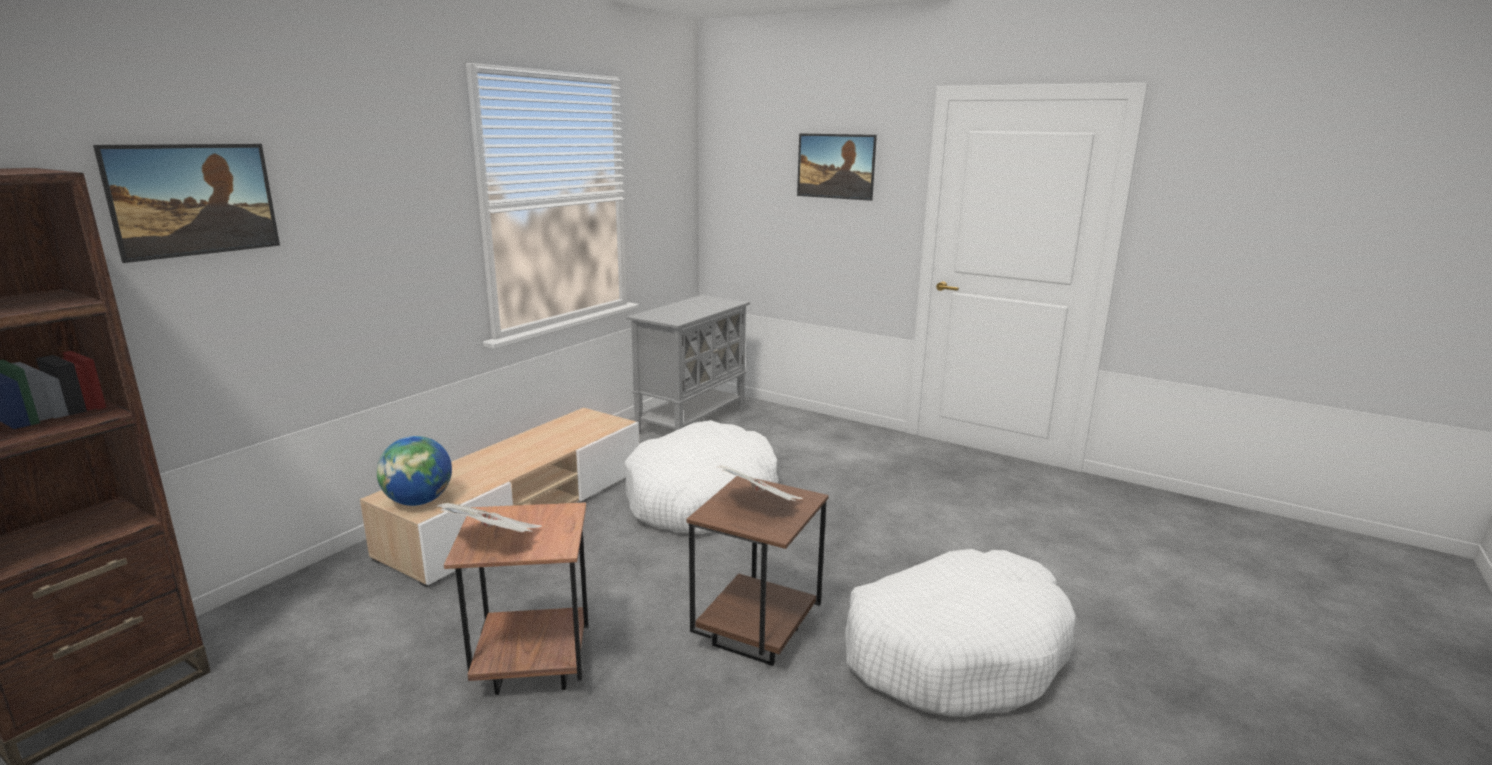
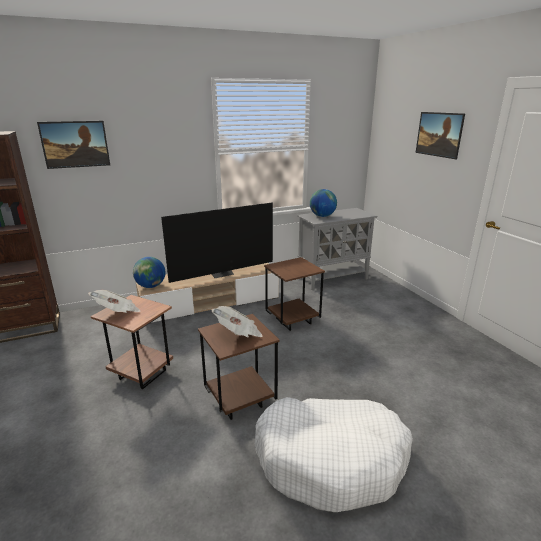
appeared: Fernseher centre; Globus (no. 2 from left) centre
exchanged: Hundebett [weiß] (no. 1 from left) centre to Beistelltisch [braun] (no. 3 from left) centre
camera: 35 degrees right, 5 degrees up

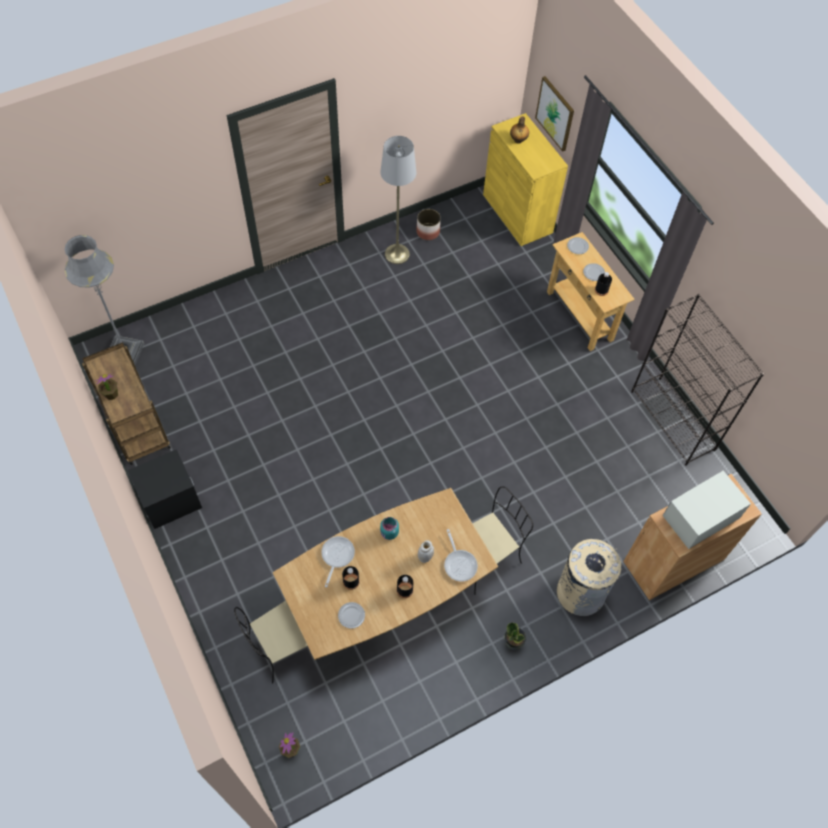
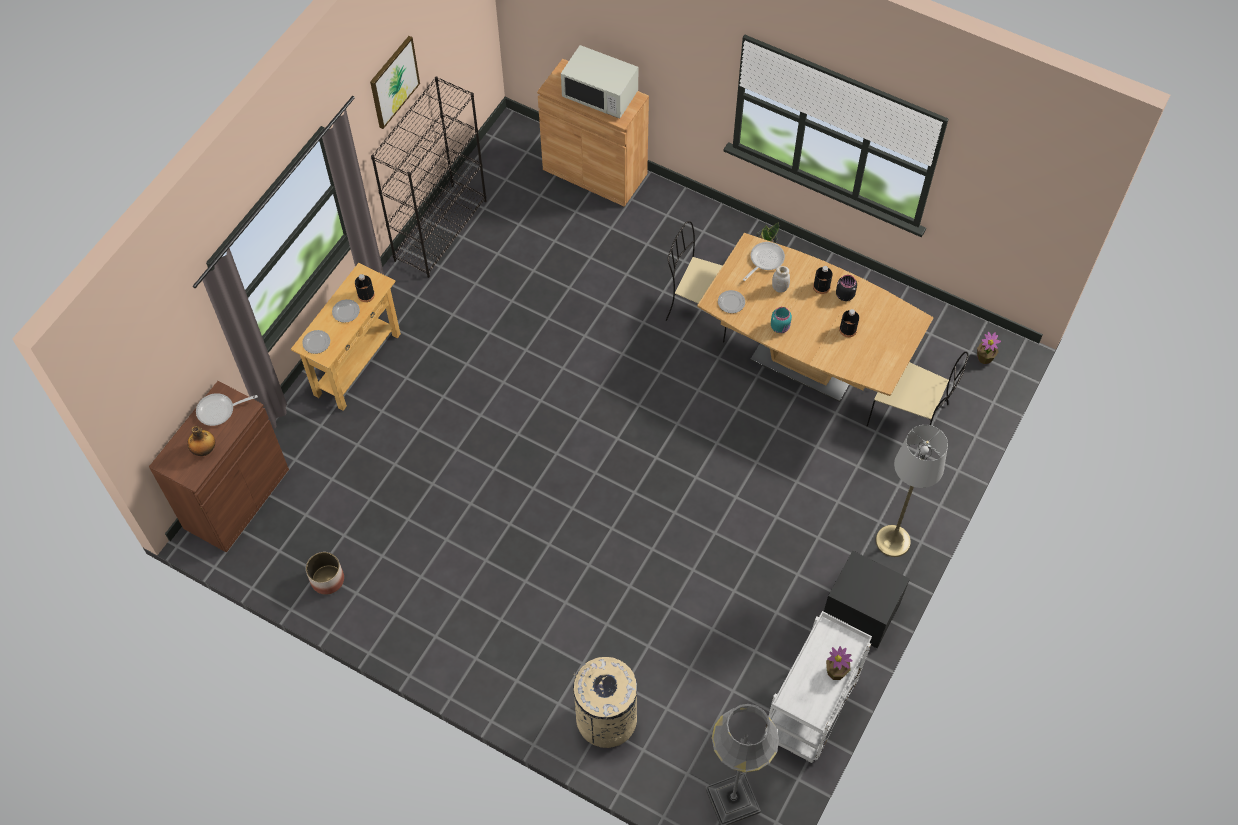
appeared: Vorratsglas [schwarz] middle right
relocated: Pfanne (no. 1 from left) bottom centre to middle left; Bild top right to top left; Mülleimer [beige] bottom right to bottom centre; Teller (no. 1 from left in the first image) bottom centre to Teller (no. 3 from left) centre; Stehlampe [grau] (no. 2 from left) top centre to middle right
colour: Schrank [gelb] top centre to Schrank [braun] (no. 1 from left) middle left; Rollwagen [braun] middle left to Rollwagen [weiß] bottom centre
camera: 120 degrees left, 0 degrees up

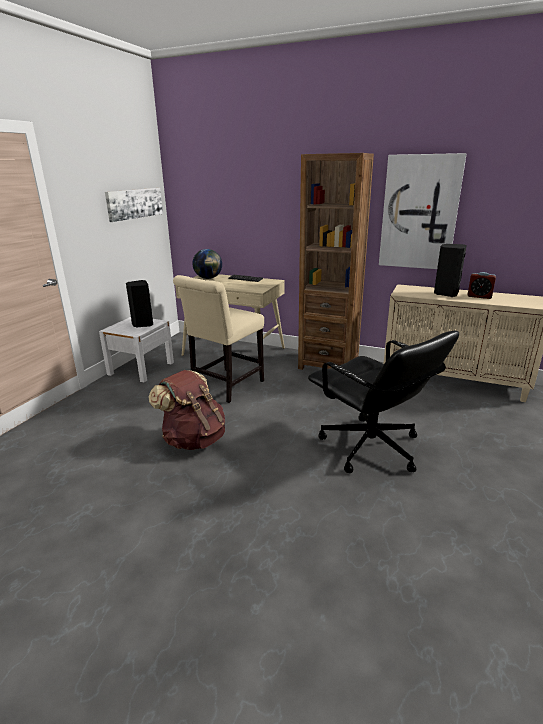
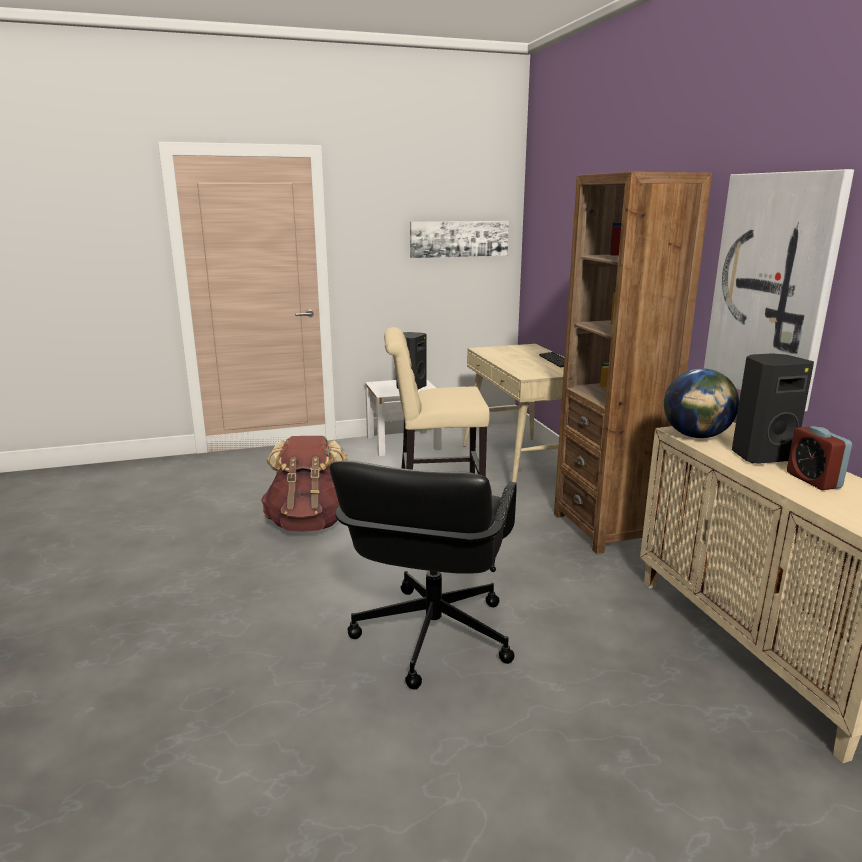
relocated: Globus centre to middle right
camera: 50 degrees right, 5 degrees down

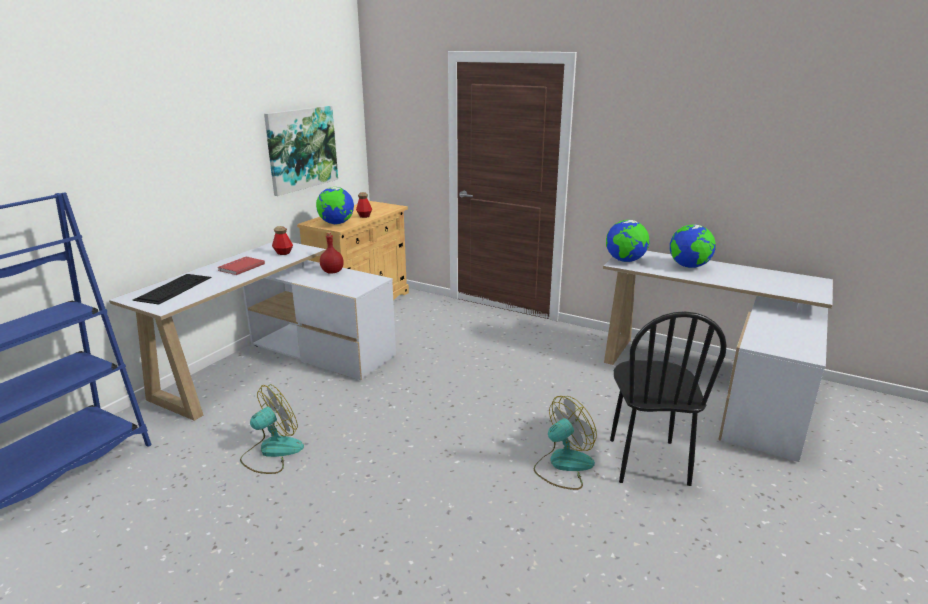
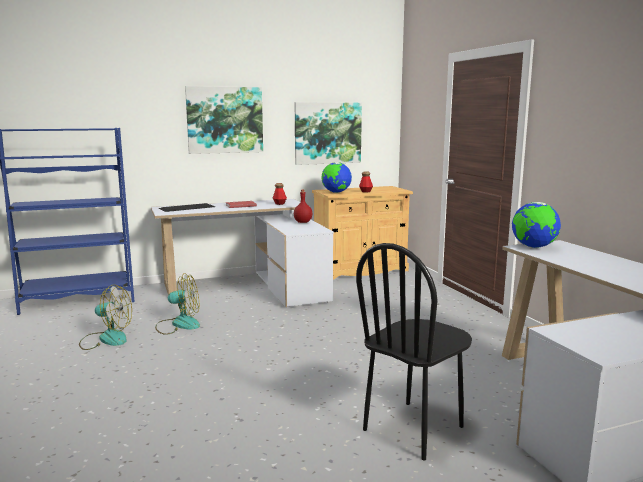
missing: Globus (no. 3 from left) middle right
appeared: Bild (no. 1 from left) top centre
relocated: Ventilator (no. 2 from left in the first image) bottom centre to Ventilator (no. 1 from left) middle left
camera: 40 degrees right, 10 degrees down

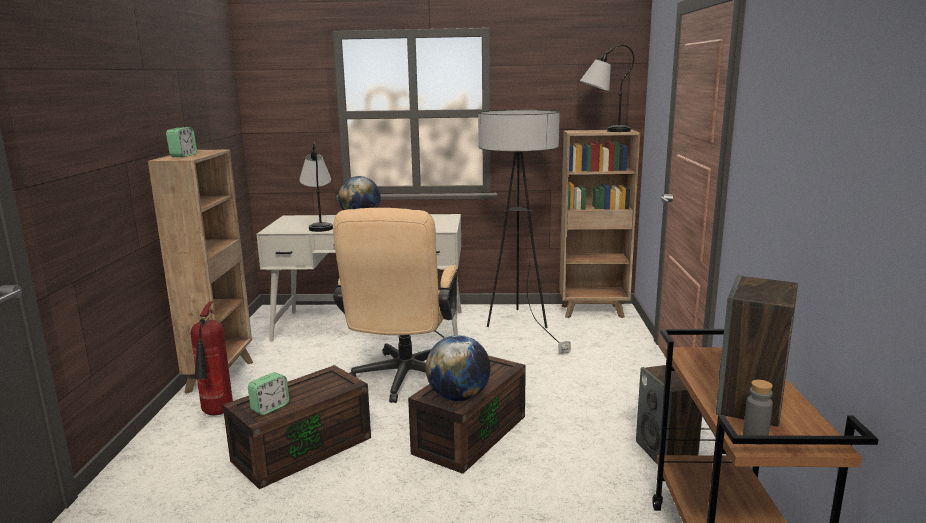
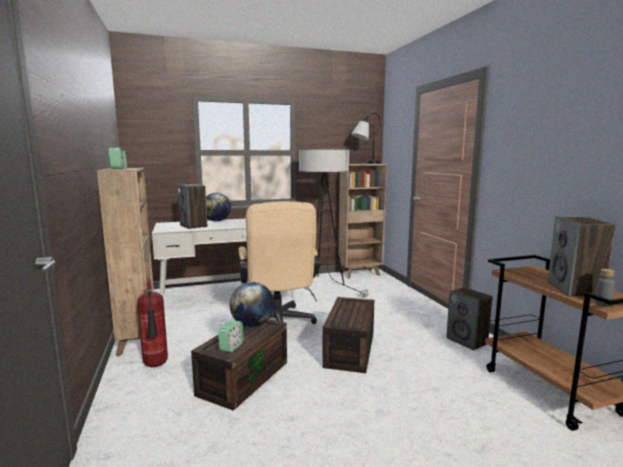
relocated: Globus (no. 2 from left) bottom centre to centre
exchanged: Tischlampe (no. 1 from left) centre to Lautsprecher (no. 1 from left) middle left
camera: 20 degrees left, 5 degrees down

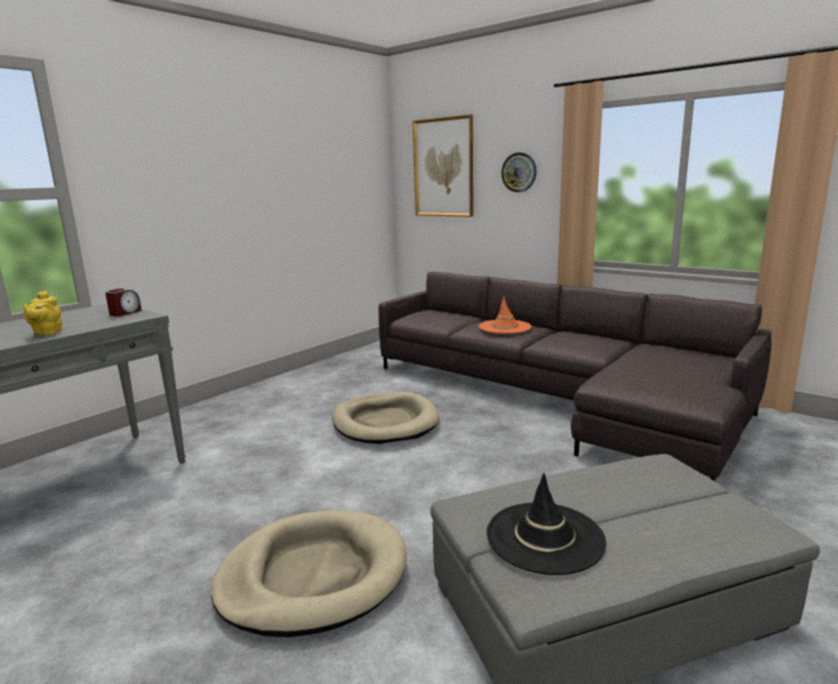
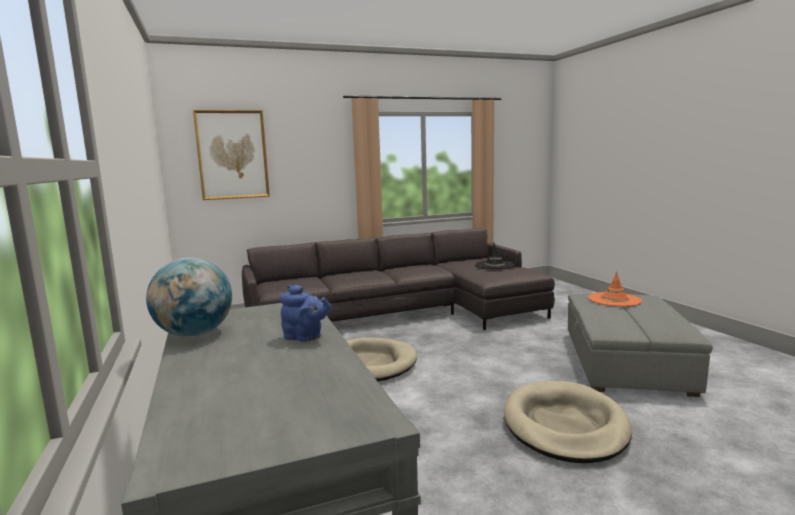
missing: Wecker middle left; Wanduhr top centre
appeared: Globus middle left
relocated: Hut [schwarz] bottom centre to centre; Hut [orange] centre to middle right
colour: Teekanne [gelb] middle left to Teekanne [blau] centre
camera: 60 degrees left, 5 degrees down

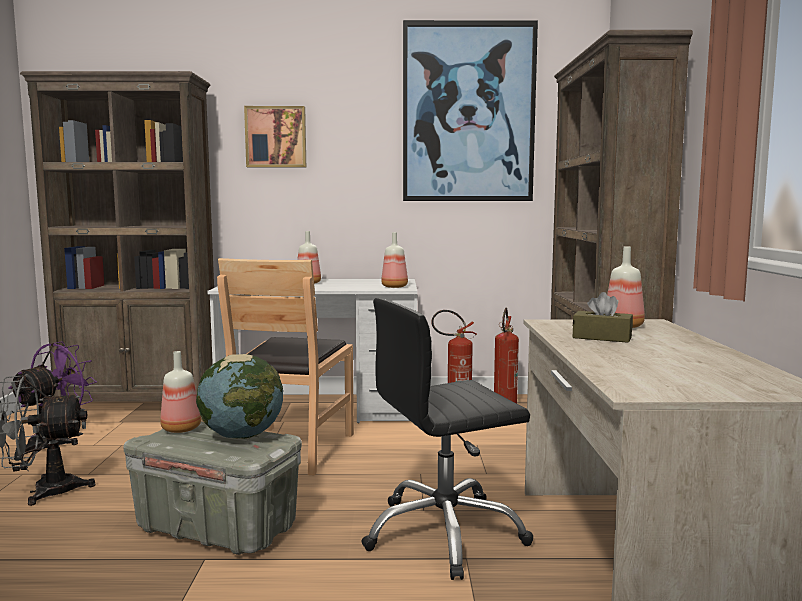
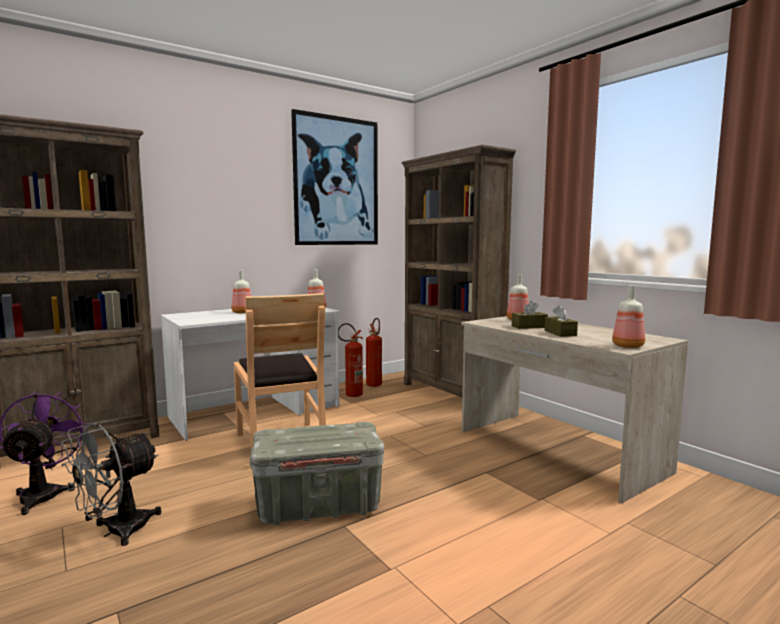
missing: Globus middle left; Bild (no. 1 from left) top centre; Bürostuhl [schwarz] bottom centre
appeared: Taschentuchbox [braun] (no. 2 from left) middle right
relocated: Flasche (no. 1 from left in the first image) middle left to Flasche (no. 4 from left) middle right
camera: 35 degrees left, 0 degrees up

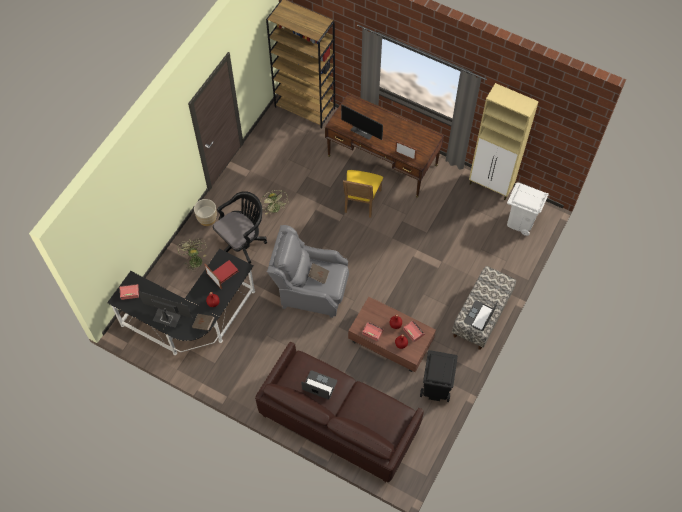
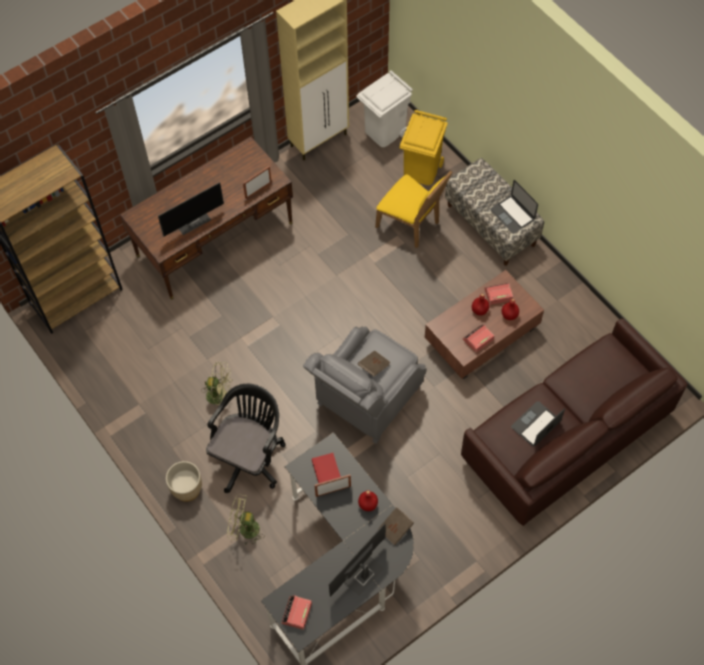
missing: Mülleimer [schwarz] bottom centre
appeared: Mülleimer [gelb] top centre
relocated: Stuhl [gelb] centre to top centre
spun: Bürostuhl [schwarz] centre = centre 45 degrees clockwise
camera: 65 degrees left, 0 degrees up

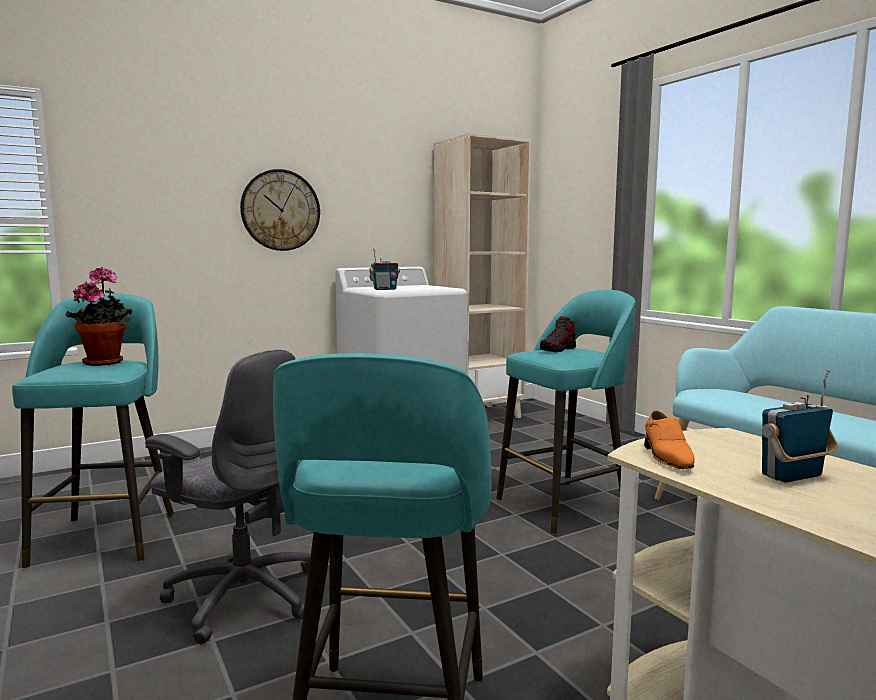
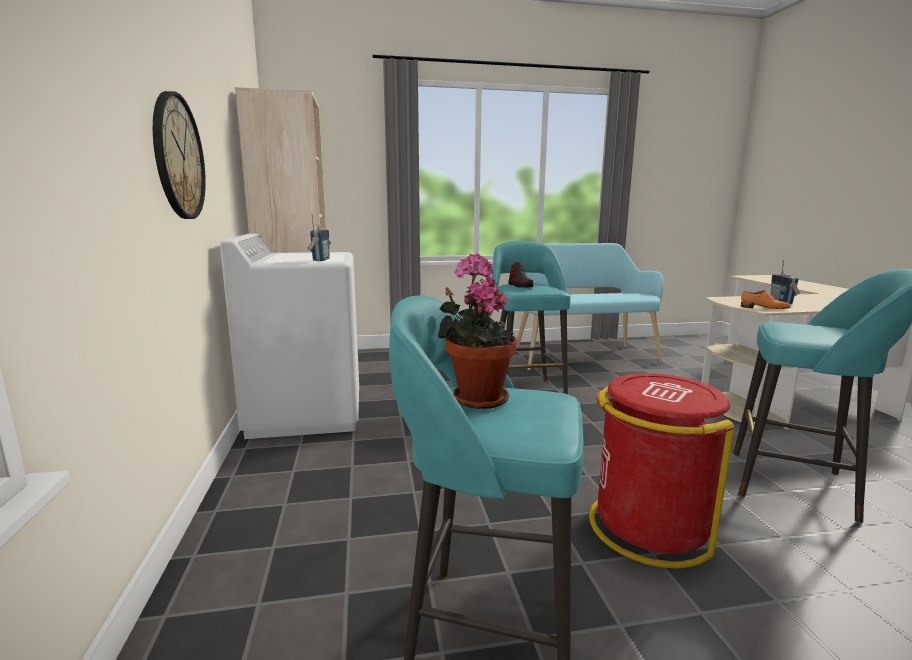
exchanged: Bürostuhl [grau] bottom left to Mülleimer [rot] bottom right
camera: 70 degrees left, 5 degrees up

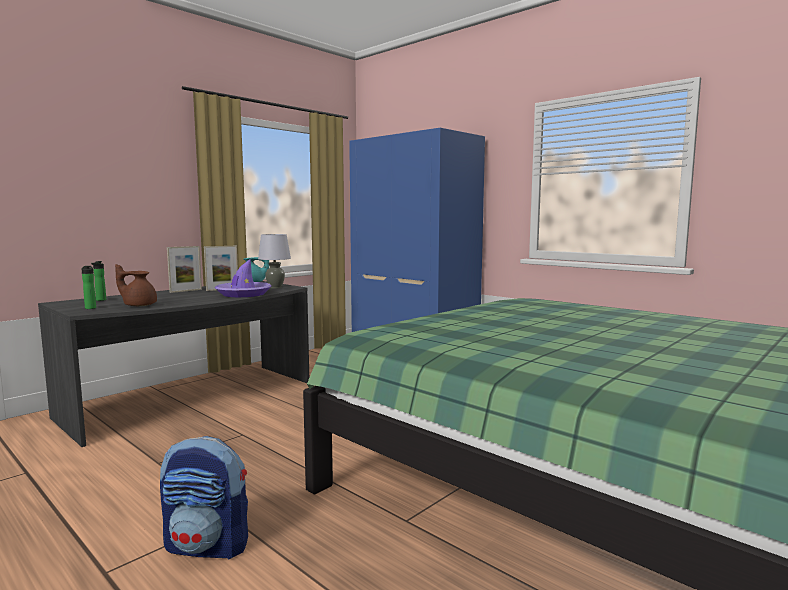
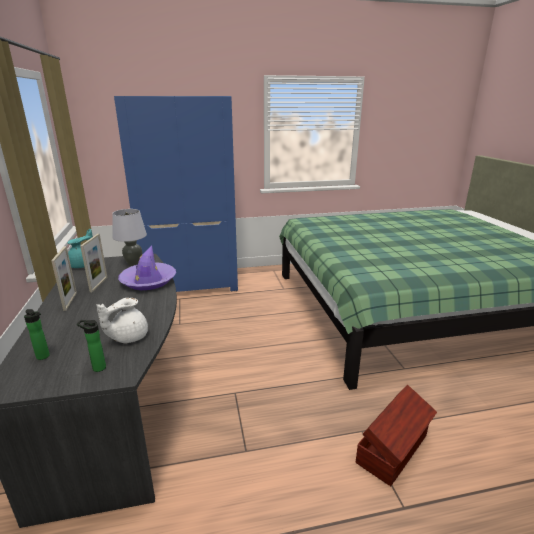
exchanged: Rucksack bottom left to Aufbewahrungsbox [braun] bottom right
colour: Teekanne [braun] middle left to Teekanne [weiß] middle left
camera: 55 degrees left, 15 degrees up

